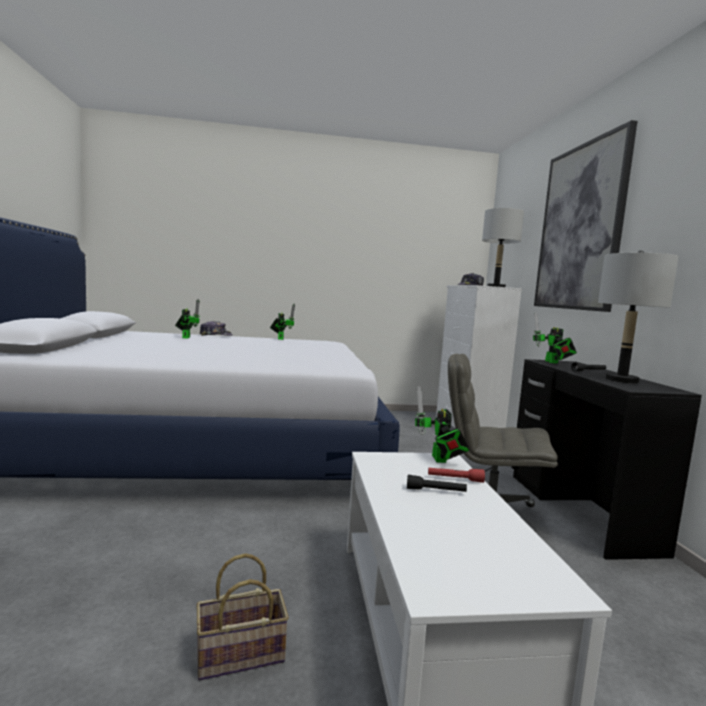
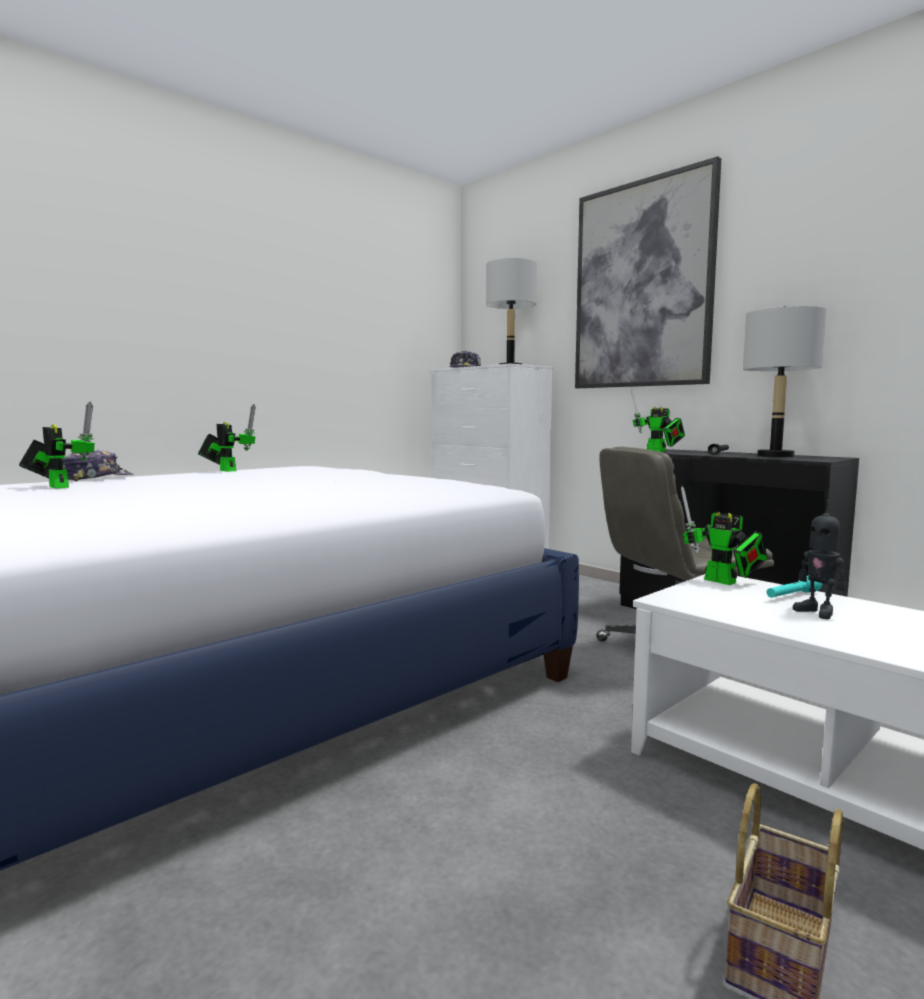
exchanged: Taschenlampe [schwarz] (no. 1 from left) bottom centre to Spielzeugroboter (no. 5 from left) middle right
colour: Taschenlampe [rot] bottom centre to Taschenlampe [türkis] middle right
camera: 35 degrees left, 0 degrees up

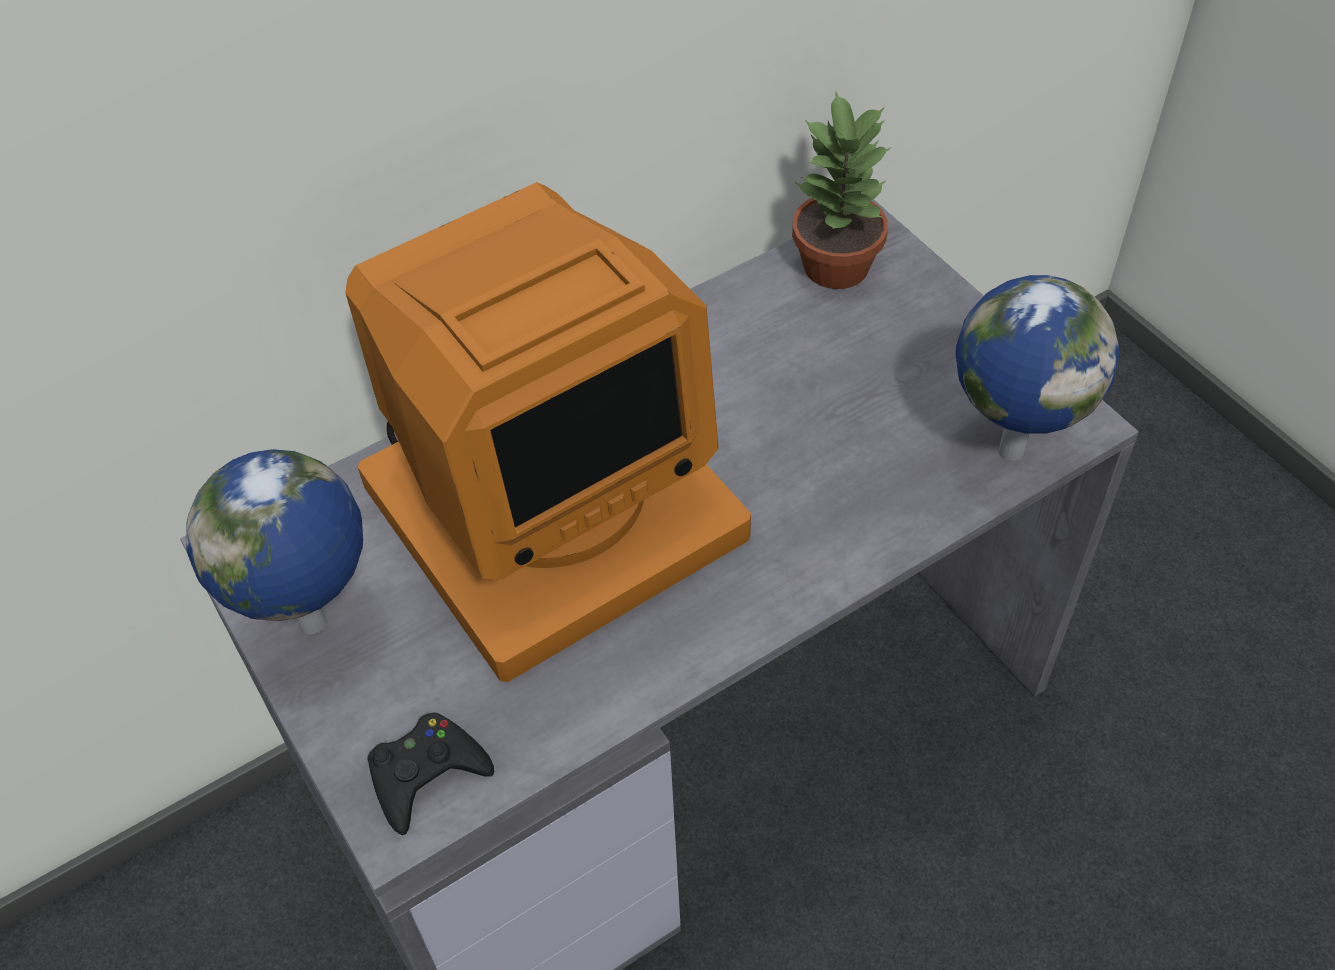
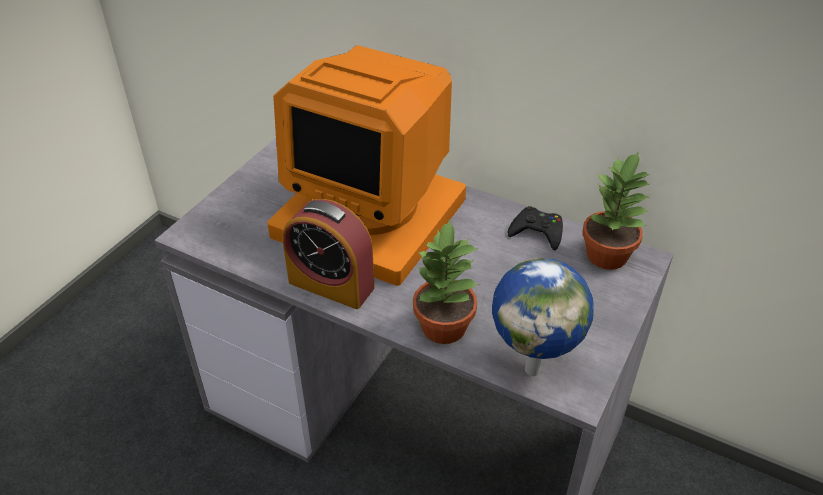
missing: Globus (no. 1 from left) middle left
appeared: Wecker centre; Topfpflanze (no. 1 from left) centre
relocated: Gamepad [schwarz] bottom left to centre
camera: 60 degrees right, 10 degrees down

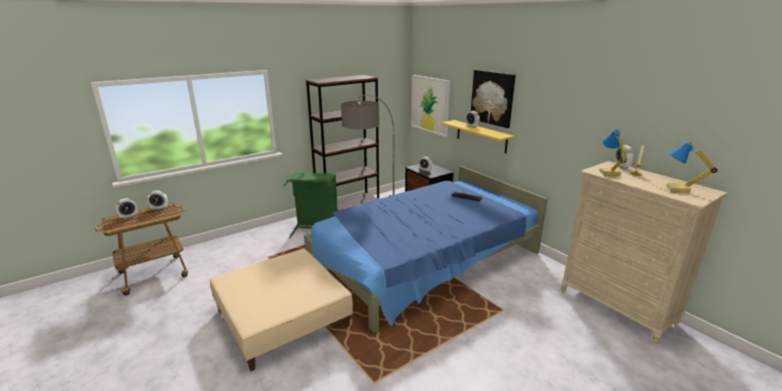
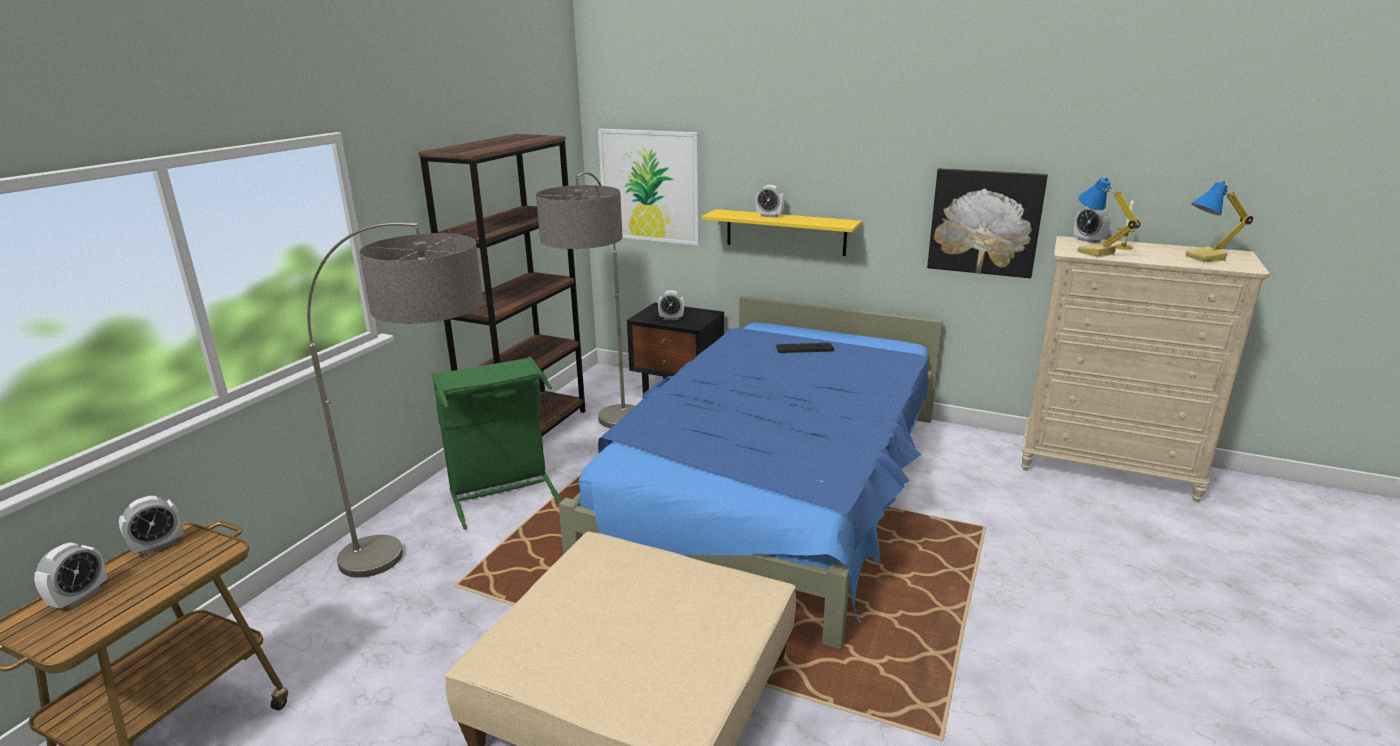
appeared: Stehlampe (no. 1 from left) middle left
relocated: Bild (no. 2 from left) top centre to top right
camera: 30 degrees left, 0 degrees up

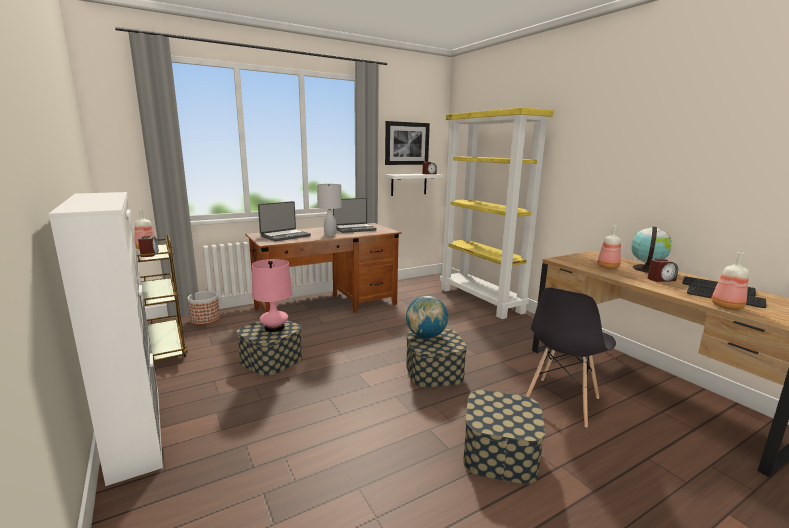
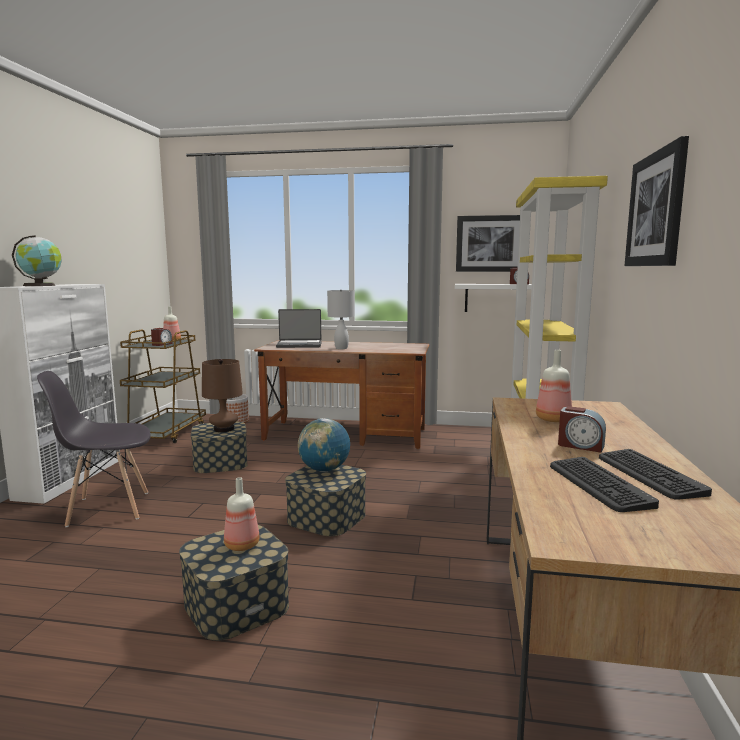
missing: Laptop (no. 2 from left) centre
appeared: Bild (no. 2 from left) top right
relocated: Globus (no. 2 from left in the first image) middle right to Globus (no. 1 from left) middle left; Stuhl [grau] bottom right to middle left; Flasche (no. 3 from left in the first image) middle right to Flasche (no. 2 from left) bottom left
colour: Tischlampe [rosa] centre to Tischlampe [braun] middle left
camera: 40 degrees right, 5 degrees down

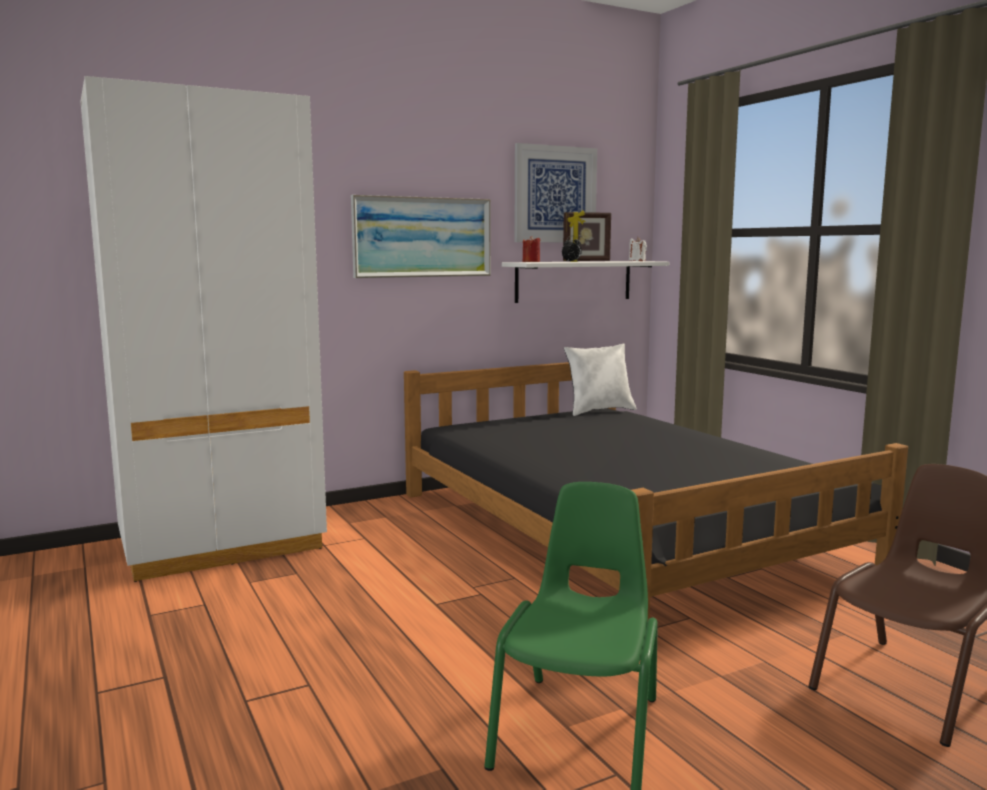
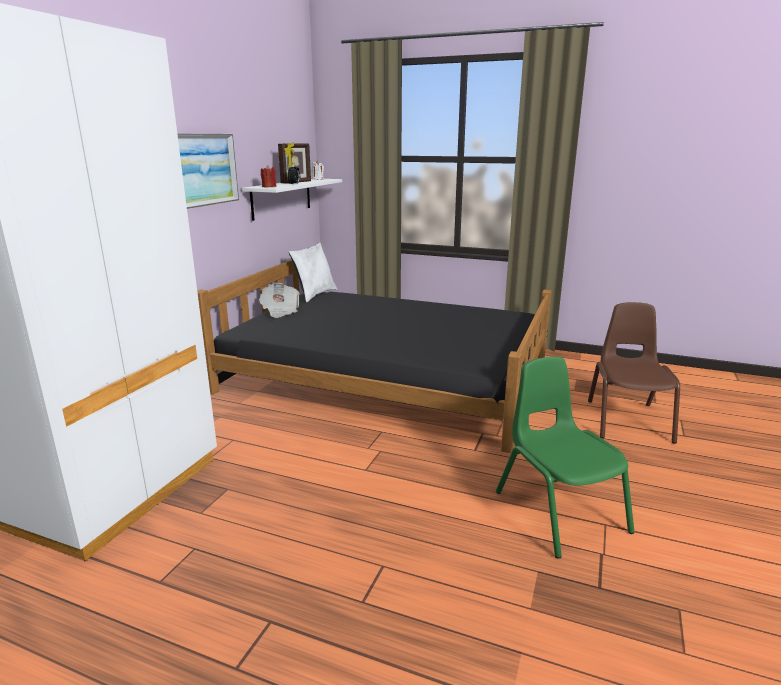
missing: Bild (no. 2 from left) top centre
appeared: Zeitung centre
camera: 40 degrees left, 10 degrees up

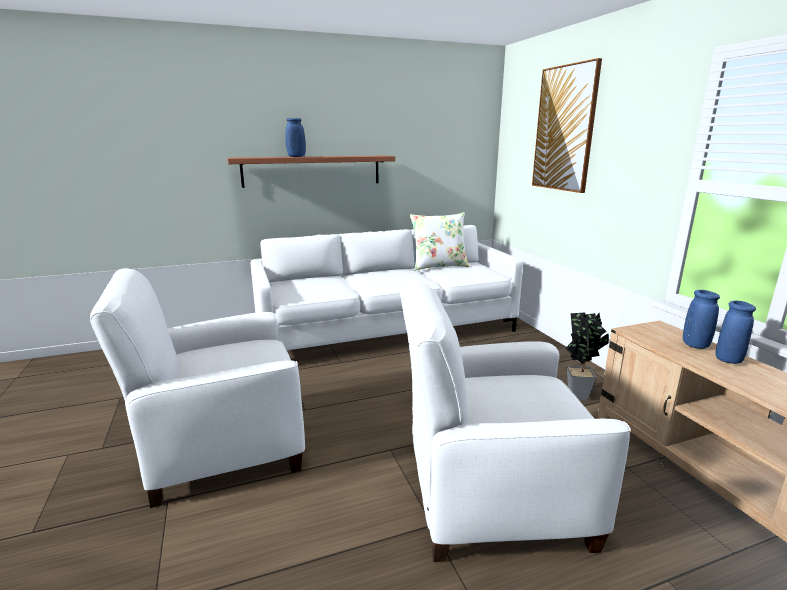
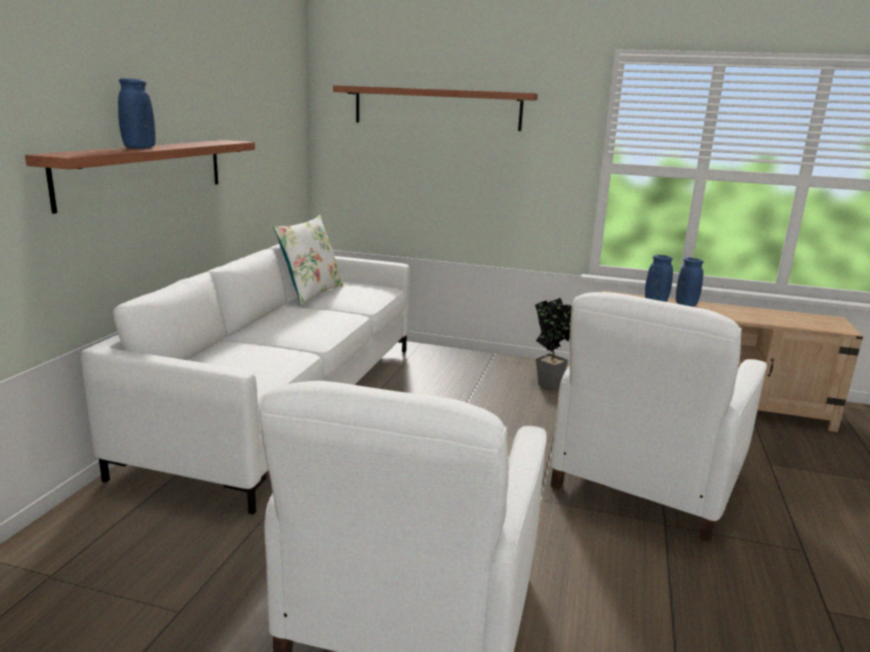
exchanged: Bild top right to Wandregal (no. 2 from left) top centre
camera: 55 degrees left, 0 degrees up

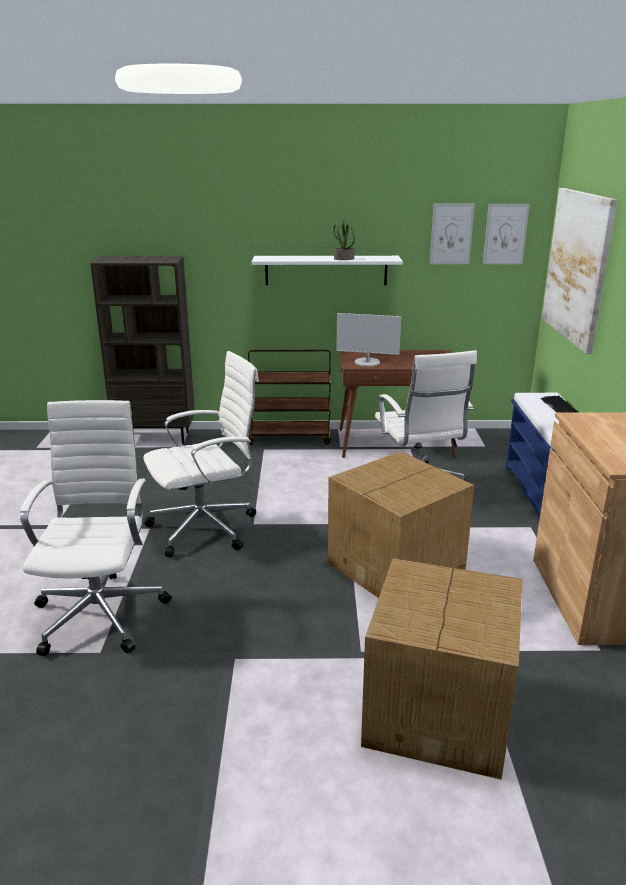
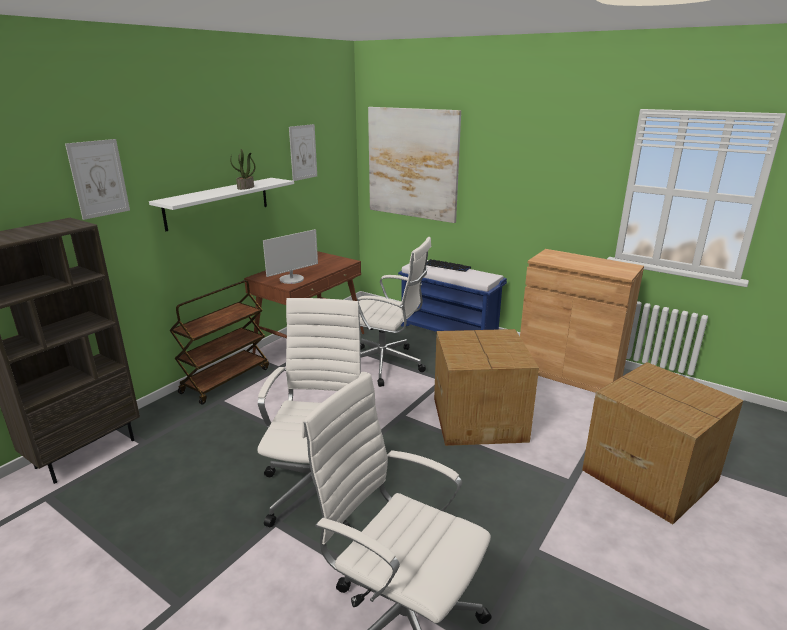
relocated: Bild (no. 2 from left in the first image) top right to Bild (no. 1 from left) top left
camera: 55 degrees left, 0 degrees up

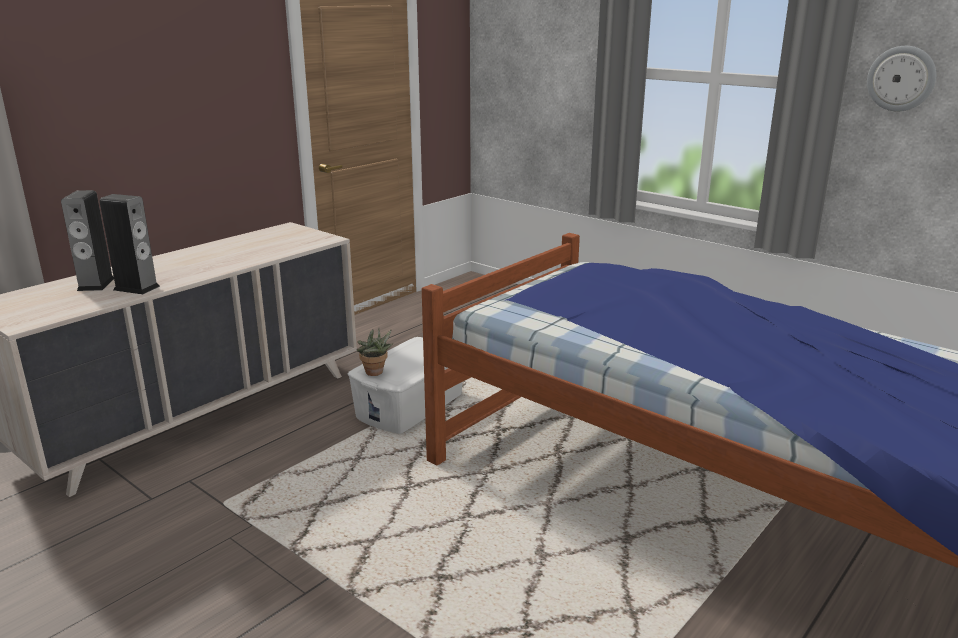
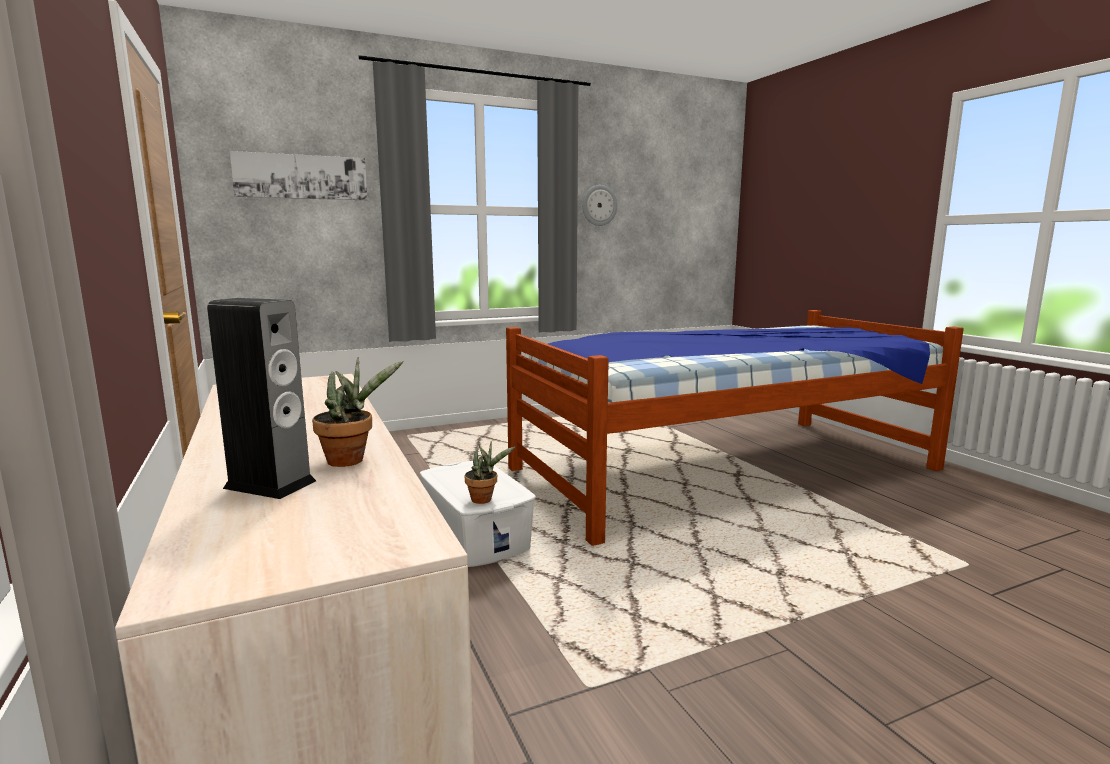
appeared: Bild top left
exchanged: Lautsprecher (no. 2 from left) middle left to Topfpflanze (no. 1 from left) middle left
camera: 65 degrees left, 10 degrees down

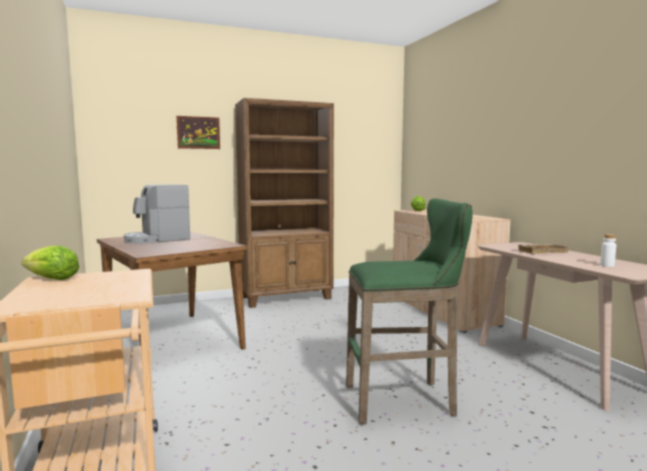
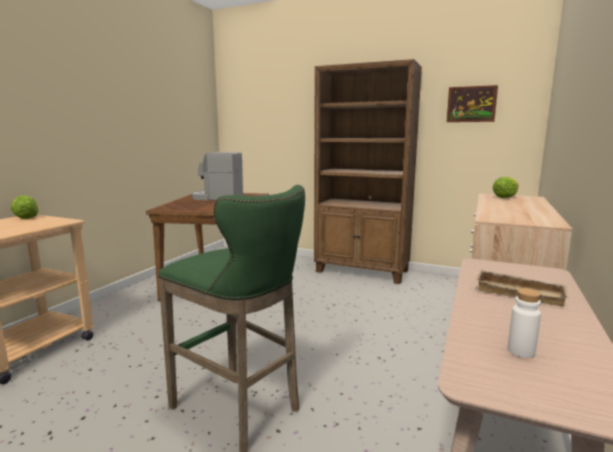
relocated: Bild top left to top right
camera: 45 degrees right, 5 degrees up

